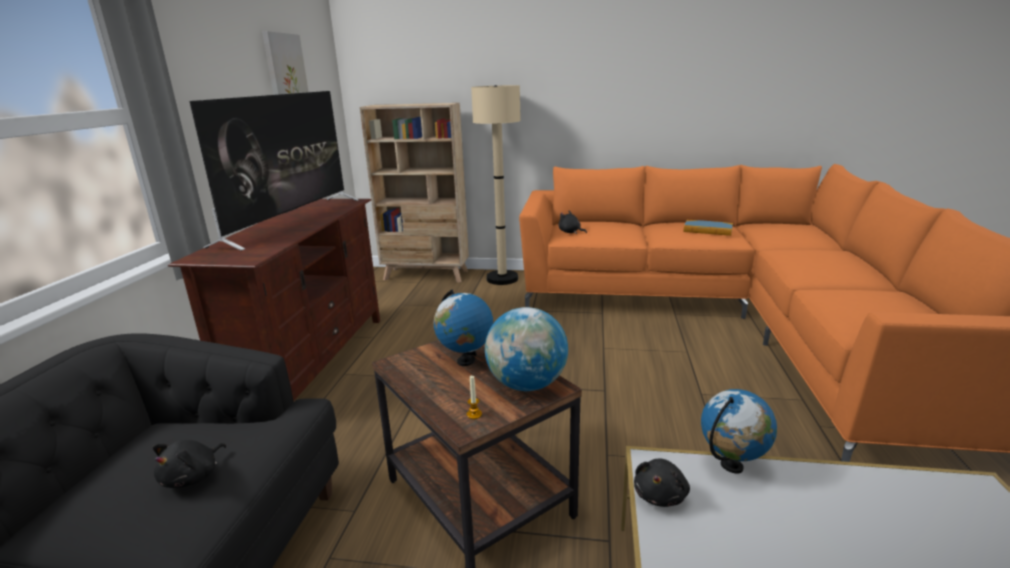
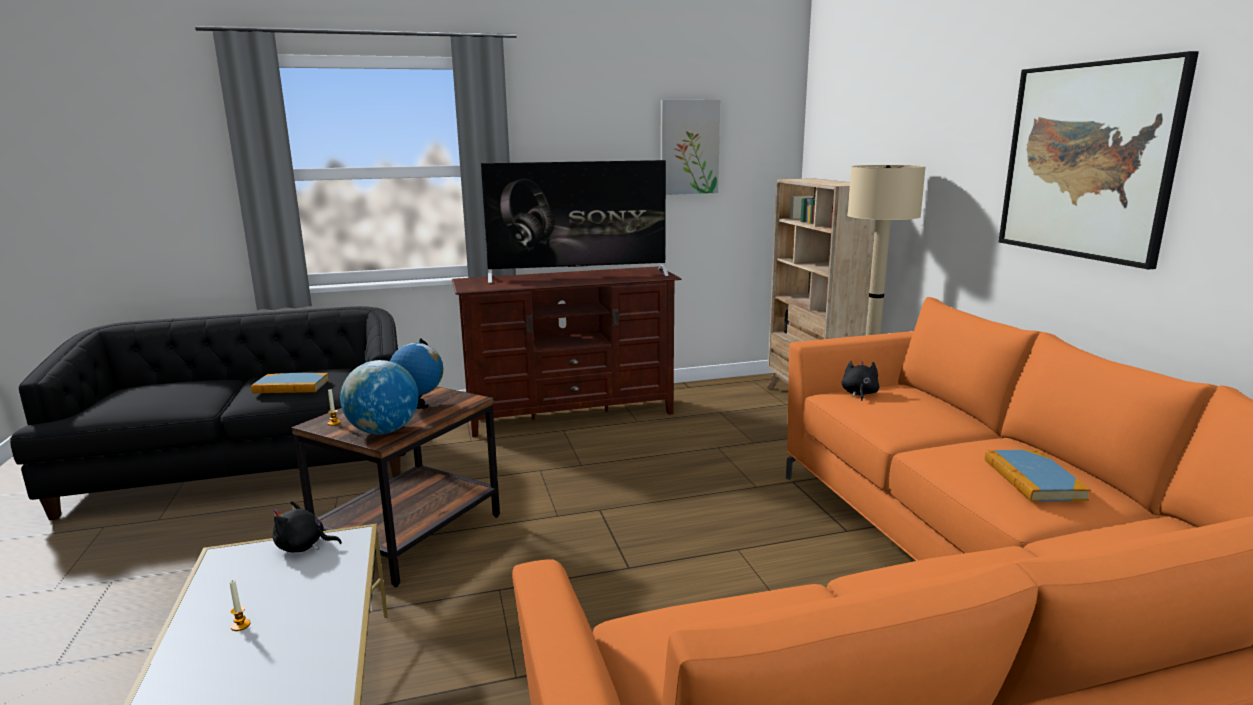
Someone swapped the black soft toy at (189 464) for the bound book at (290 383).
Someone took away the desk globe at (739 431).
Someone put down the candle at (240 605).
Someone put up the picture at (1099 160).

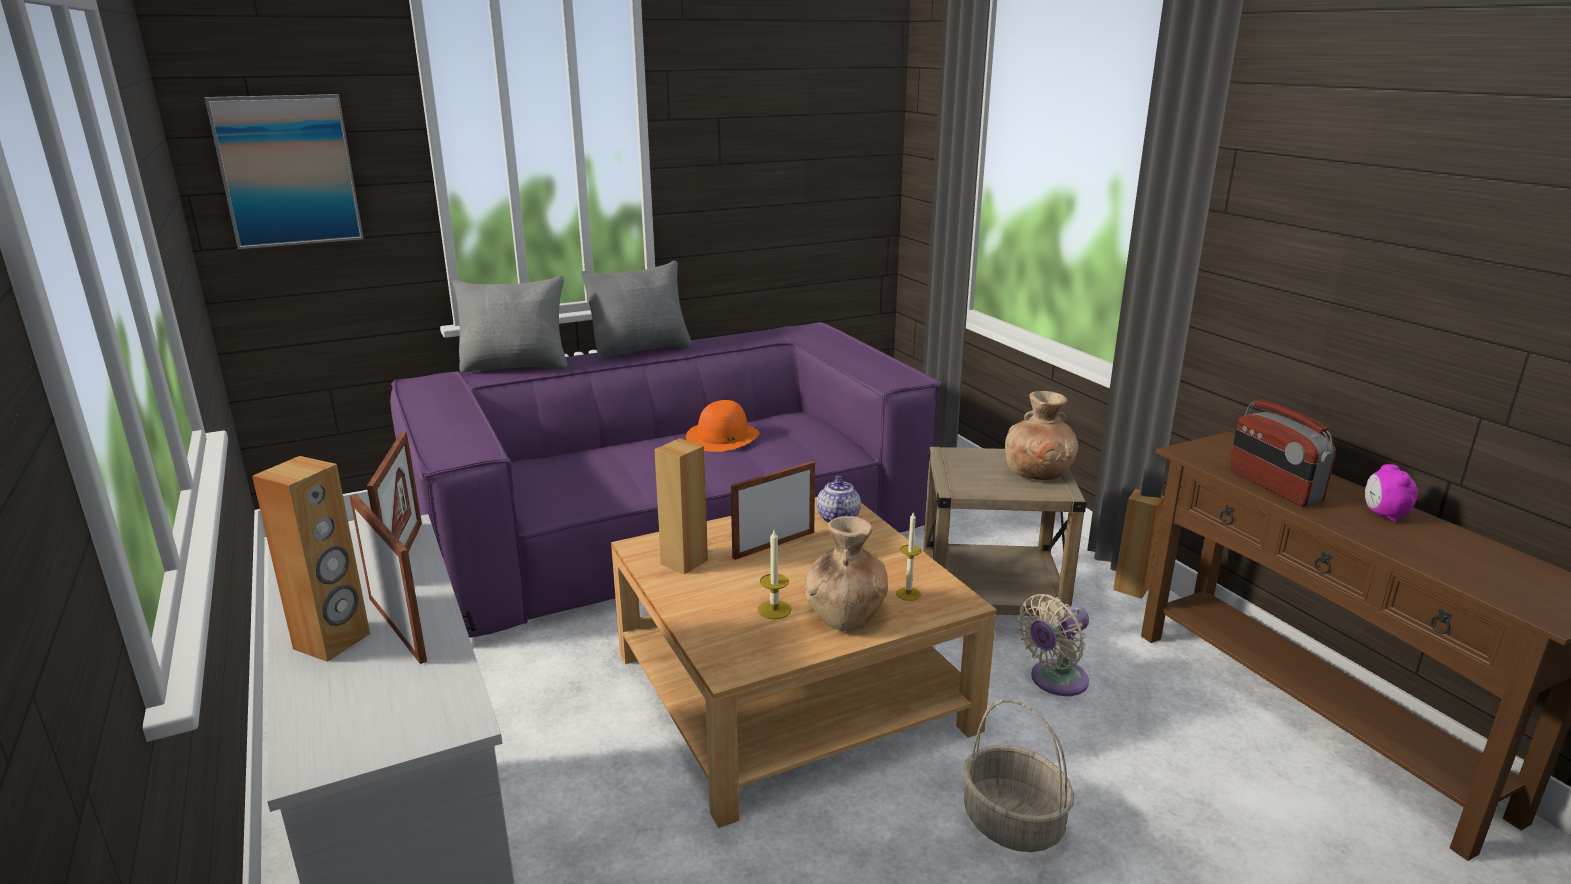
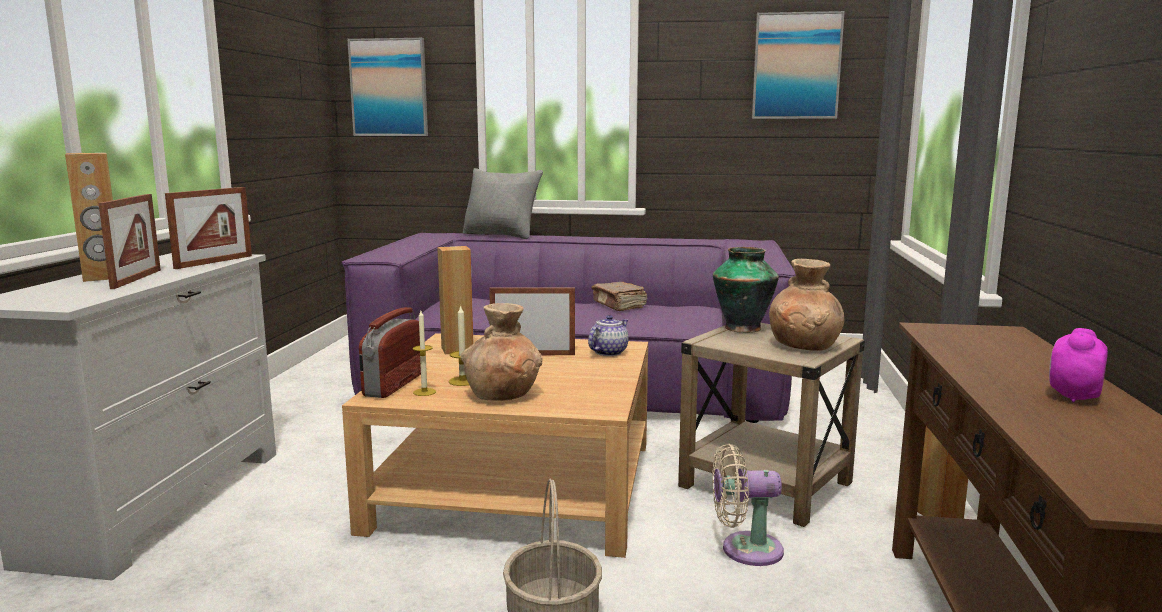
Someone took away the gray pillow at (636 309).
Someone swapped the orangey wearable hat at (722 426) for the brownish bound book at (619 296).
Someone carried the candle from (909 556) to (424 353).
Someone carried the radio receiver from (1282 453) to (390 352).
Someone put down the vase at (746 290).
Someone put up the picture at (798 65).

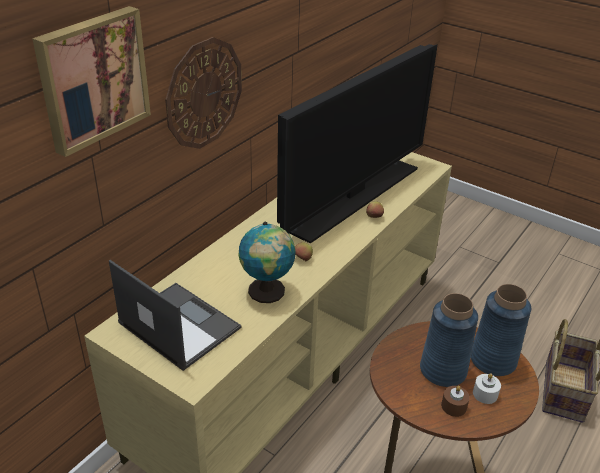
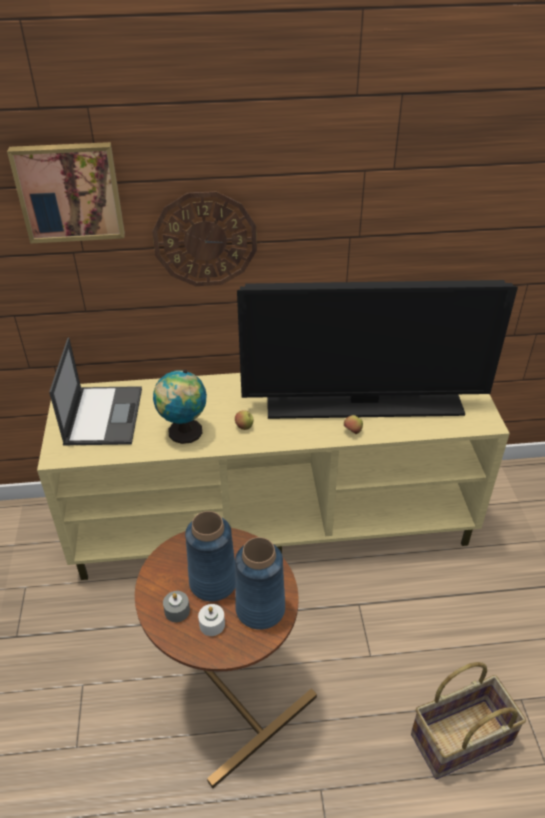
Someone repainted the brownish candle at (455 401), which became the gray candle at (176 606).

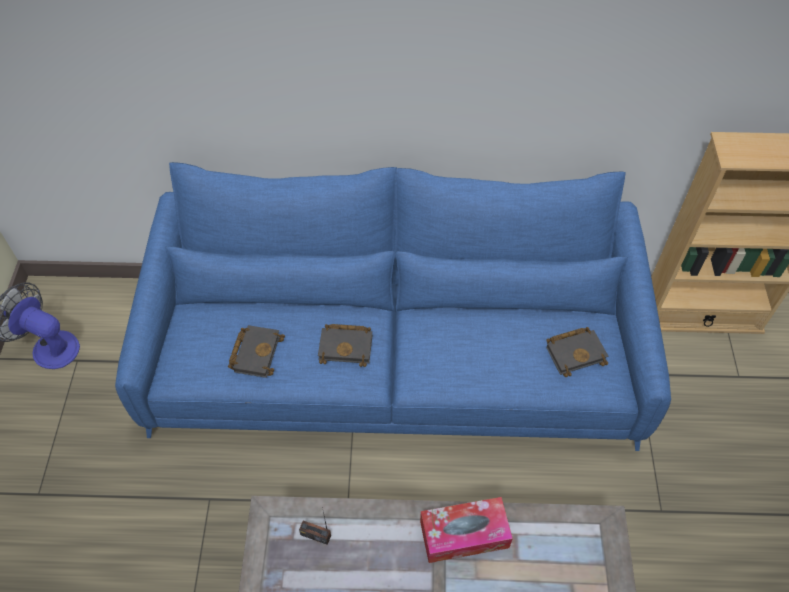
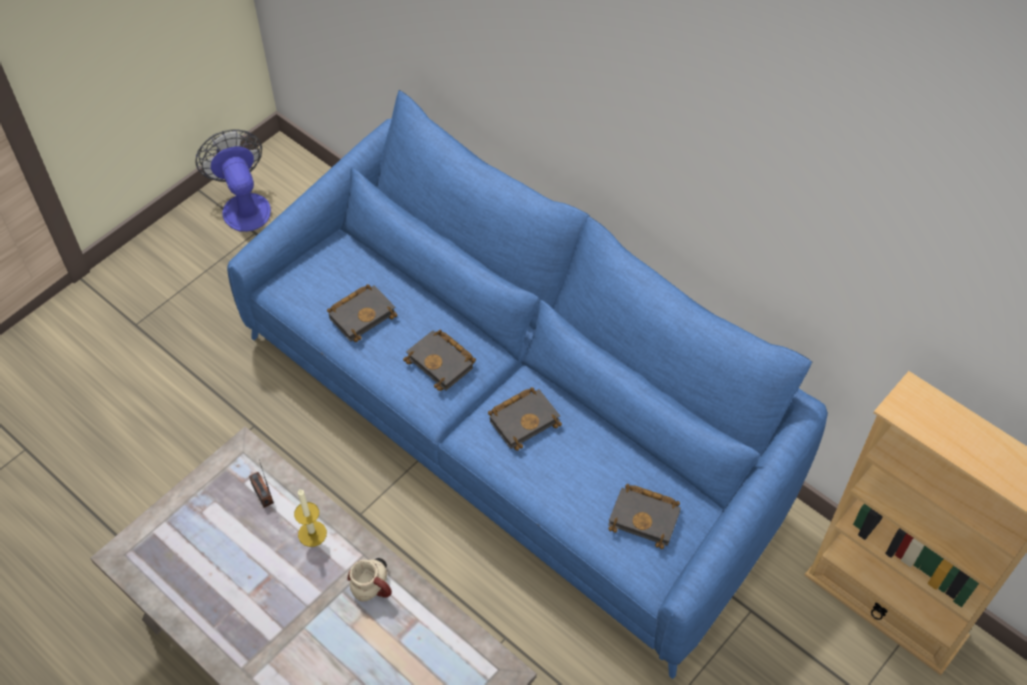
Someone swapped the box of tissues at (466 530) for the coffee mug at (369 580).
Someone put down the candle at (310 518).
Someone put down the black bound book at (525 419).

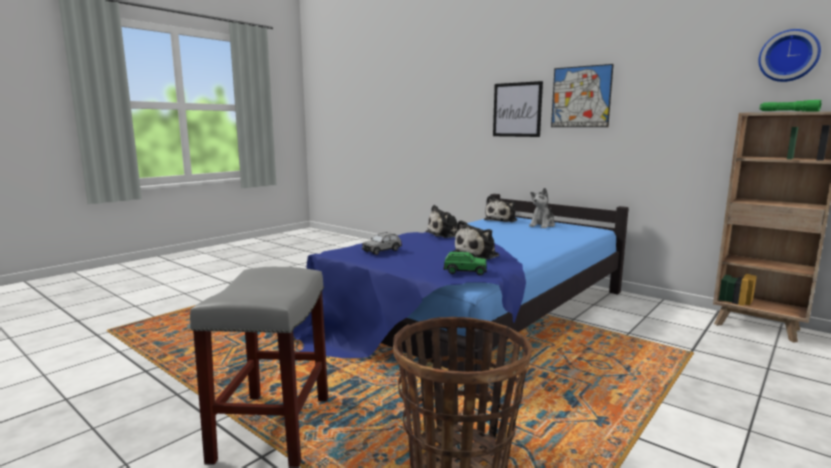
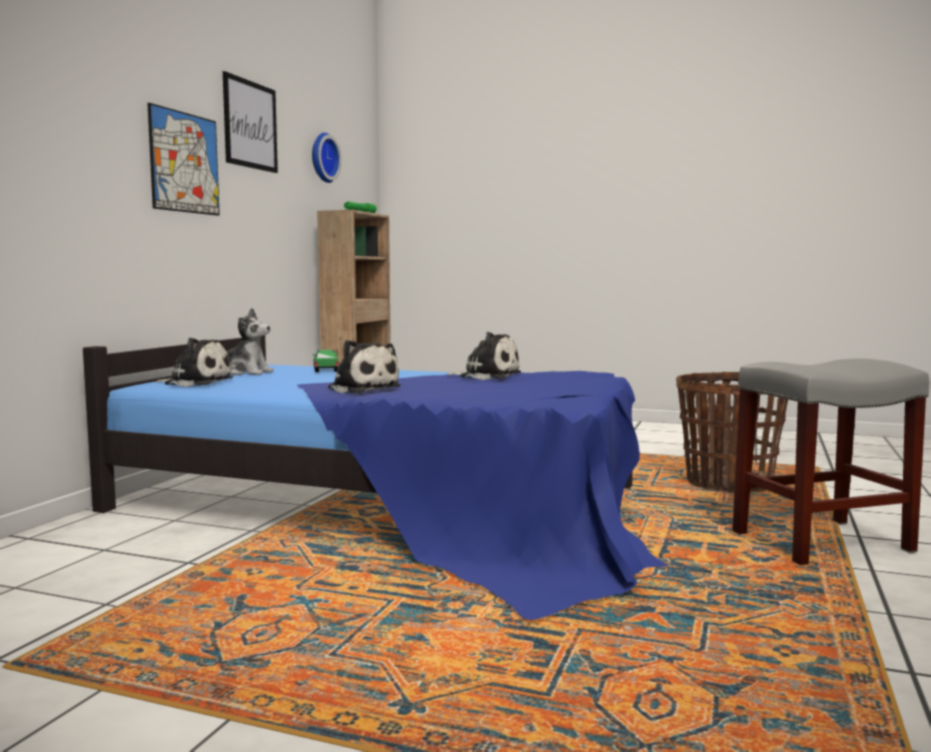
Someone took away the gray miniature car at (382 243).
Someone carried the green-coloured miniature car from (465 263) to (326 360).
Someone carried the picture from (518 109) to (250 122).

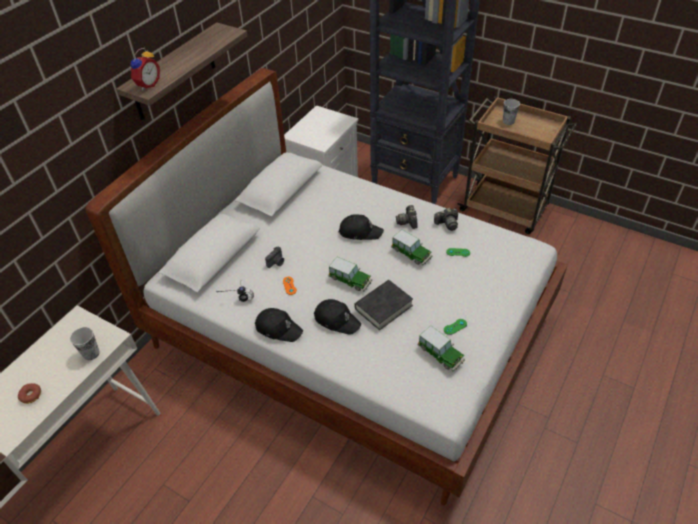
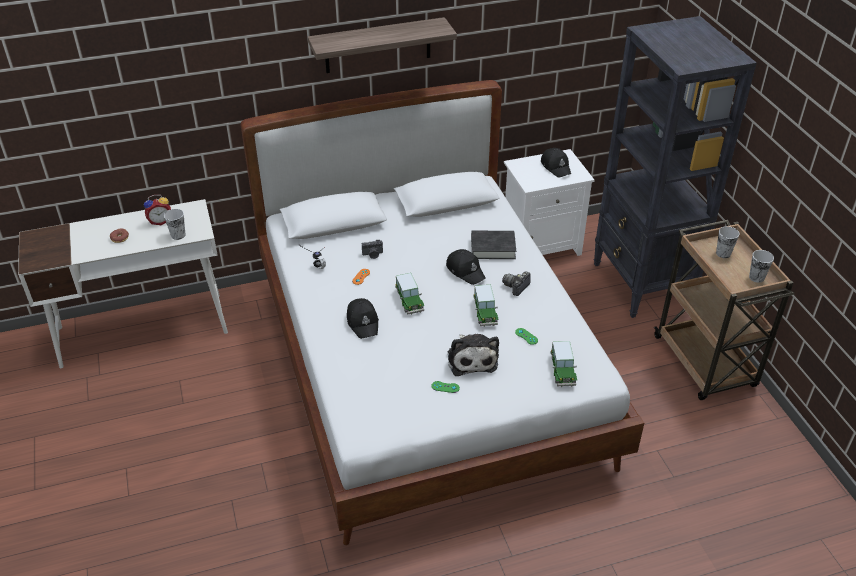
Someone carried the alarm clock from (145 69) to (157 210).
Someone carried the black cap from (279 325) to (556 163).
Someone carried the black bound book from (383 305) to (493 245).
Someone carried the miniature car from (441 348) to (563 364).
Someone took away the still camera at (446 219).
Someone put down the soft toy at (473 355).
Someone put down the small cup at (761 266).

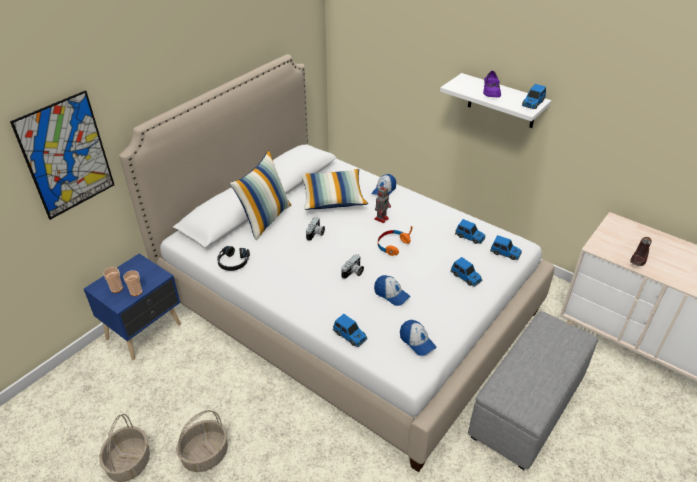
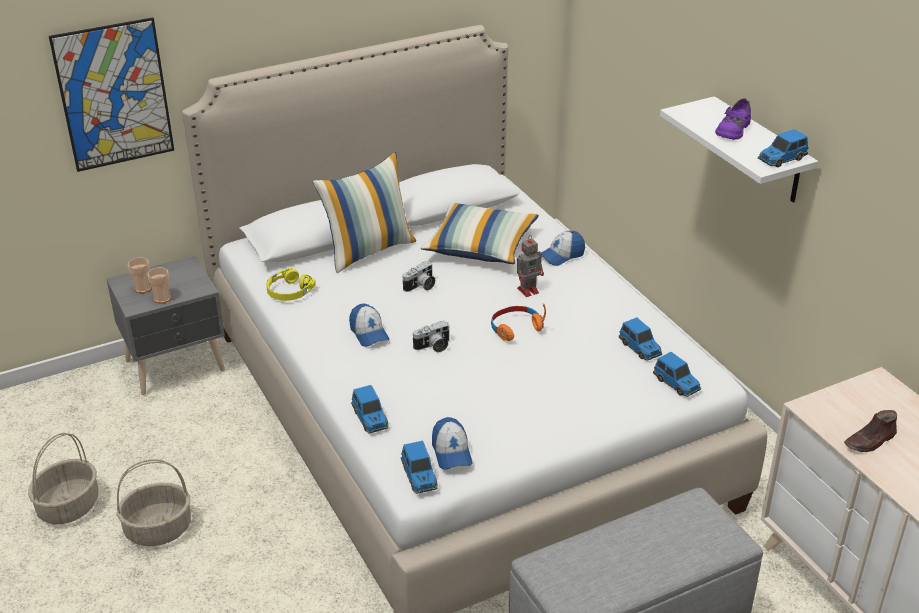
Someone repainted the blue bedside table at (132 307), which became the gray bedside table at (165 325).
Someone repainted the black pair of headphones at (233 258), which became the yellowish pair of headphones at (291 284).
Someone carried the cap from (392 290) to (369 325).
Someone carried the miniature car from (466 272) to (419 467).

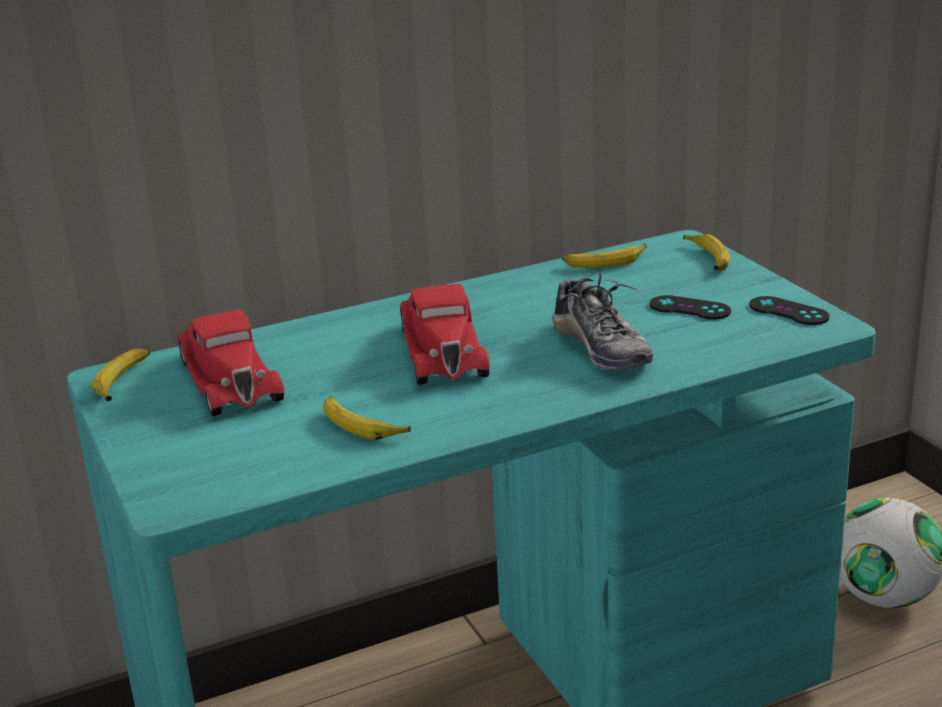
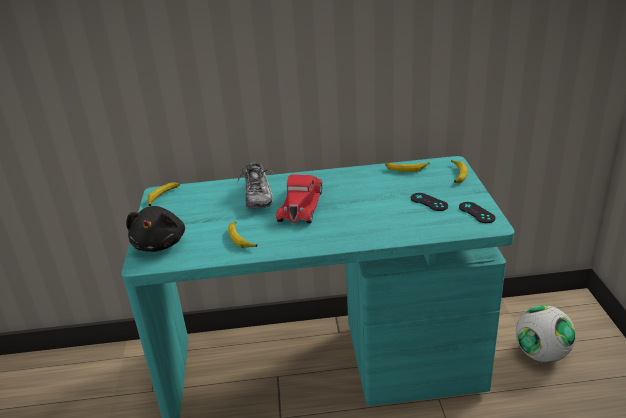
Someone took away the reddish miniature car at (231 363).
Someone carried the shoe from (603 321) to (256 184).
Someone put down the black soft toy at (155 229).

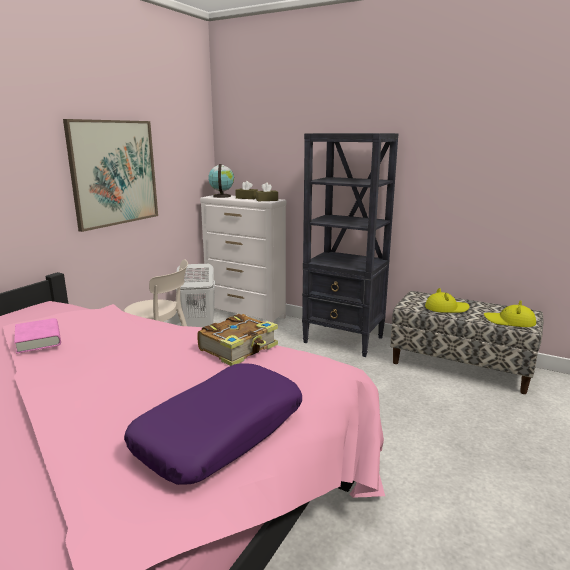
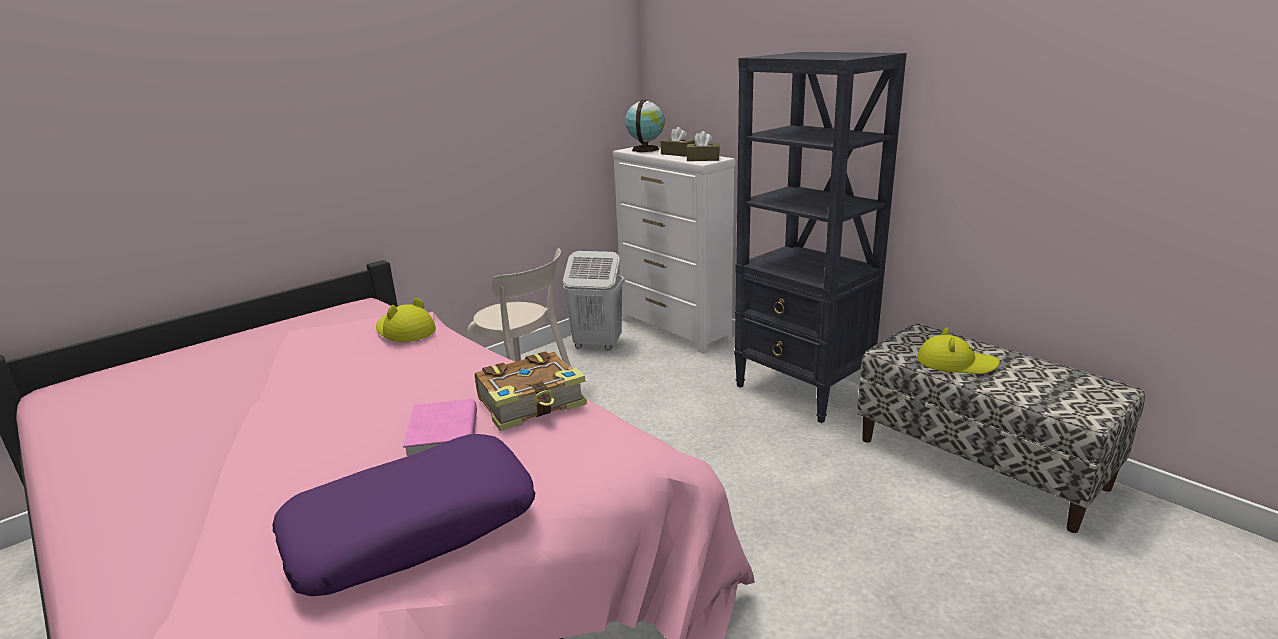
Someone carried the pinkish bound book from (37 335) to (440 428).
Someone took away the picture at (110 175).
Someone carried the yellowish wearable hat from (510 313) to (406 320).

